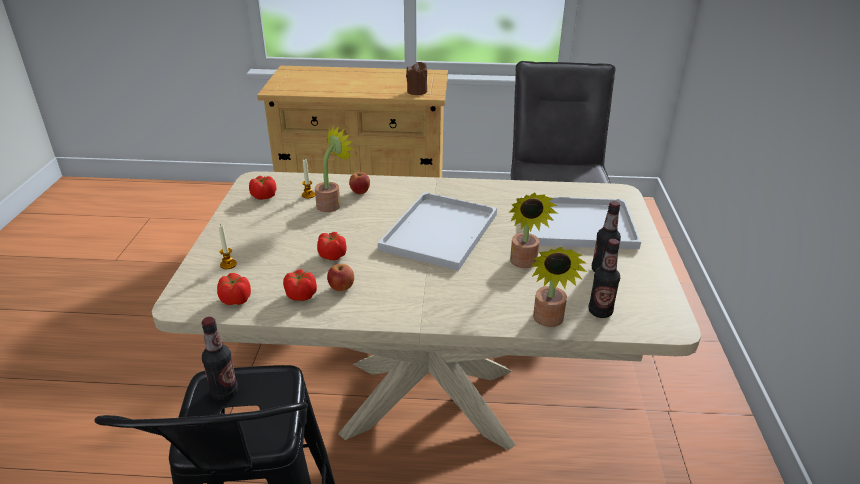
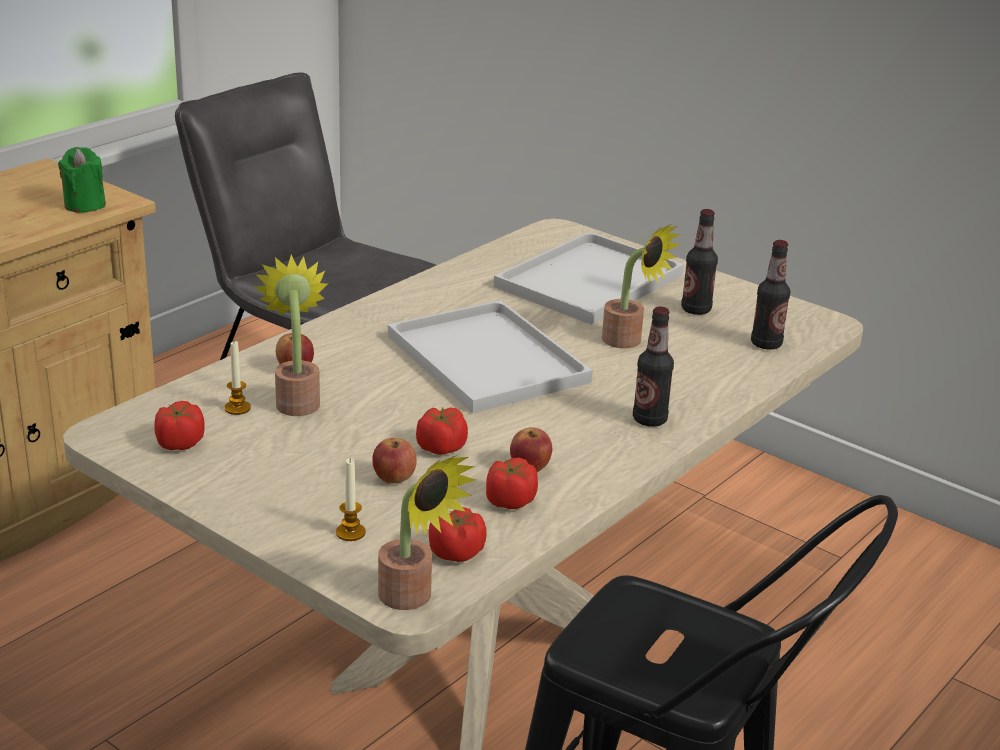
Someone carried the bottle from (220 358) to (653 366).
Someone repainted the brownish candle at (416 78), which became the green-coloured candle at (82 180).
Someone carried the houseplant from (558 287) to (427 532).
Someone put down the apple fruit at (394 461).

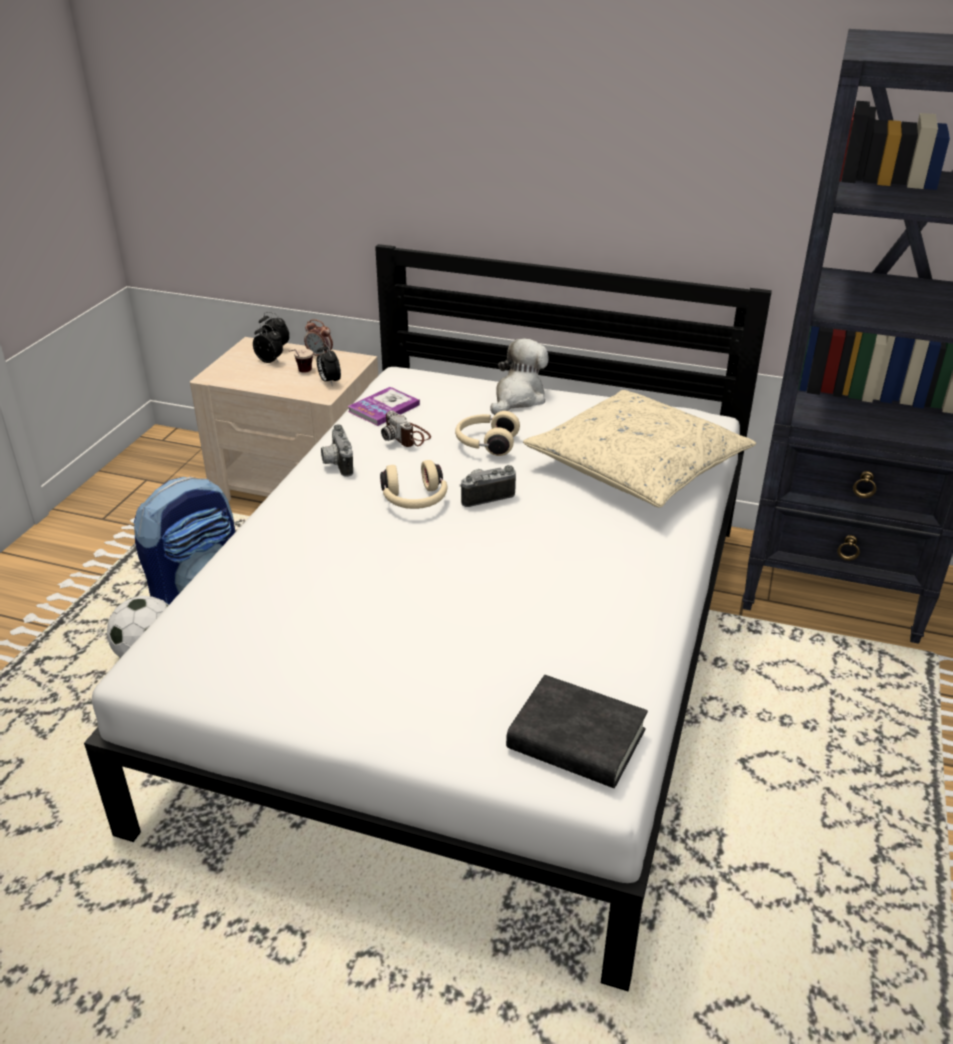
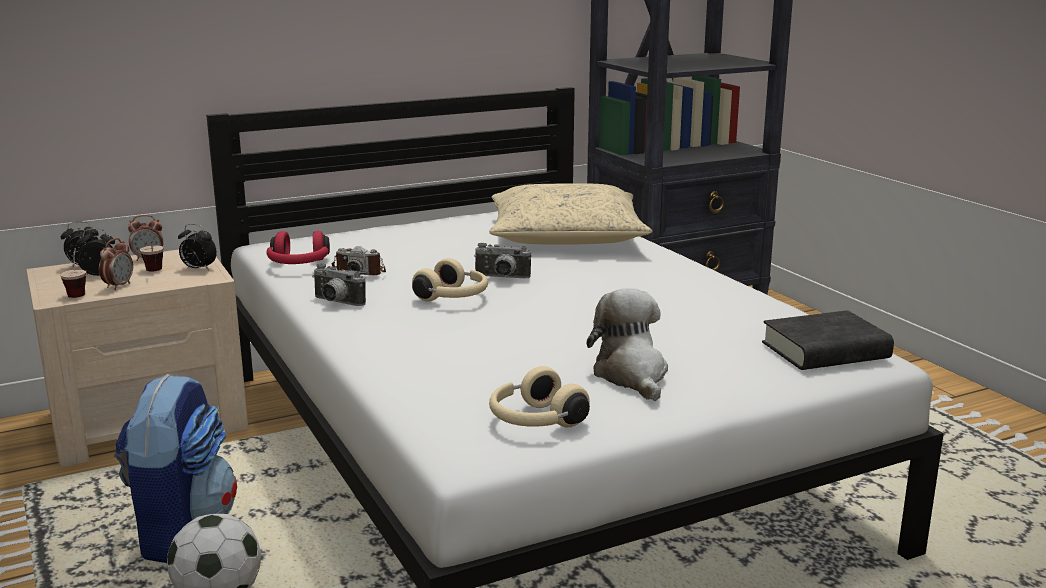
Someone swapped the bound book at (384 406) for the reddish pair of headphones at (298 247).
Someone carried the beige pair of headphones from (487 433) to (539 396).
Someone rotated the still camera at (487 486) by 105 degrees counterclockwise.
Someone carried the soft toy from (520 377) to (627 344).
Someone put down the small cup at (73 273).
Someone put down the alarm clock at (116 264).

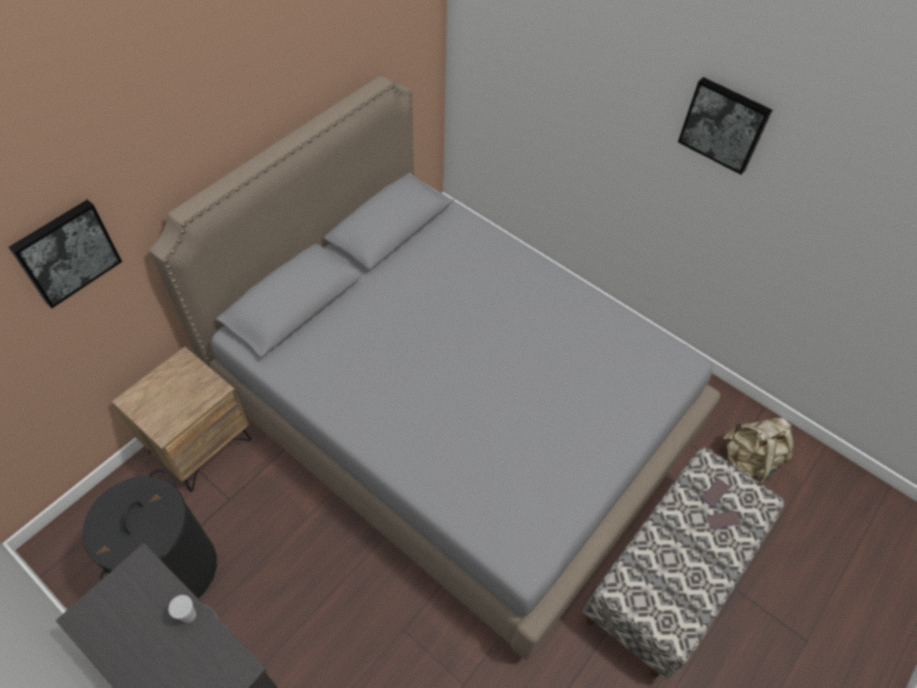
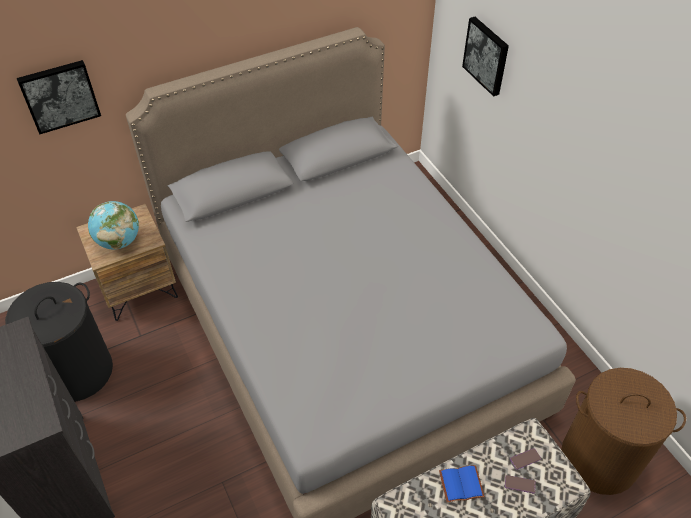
Someone took away the whitish small cup at (182 609).
Someone carried the picture from (725 126) to (485 57).
Someone swapped the beige backpack at (758 450) for the brownish washing basket at (623 431).
Someone put down the desk globe at (113 225).
Someone put down the blue bound book at (462 484).

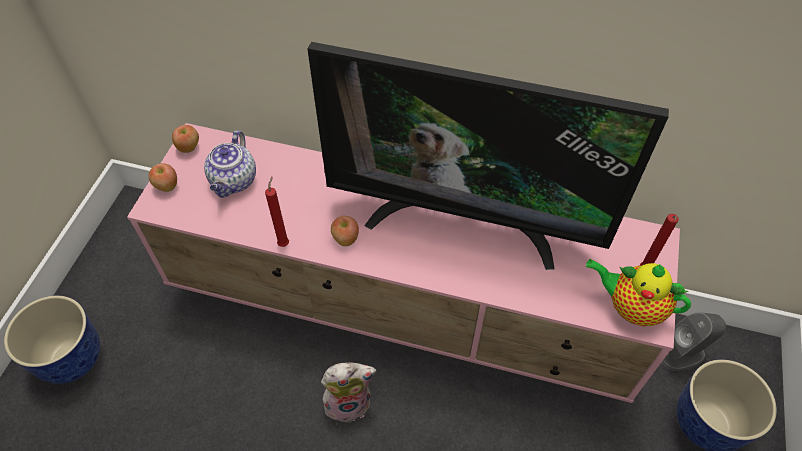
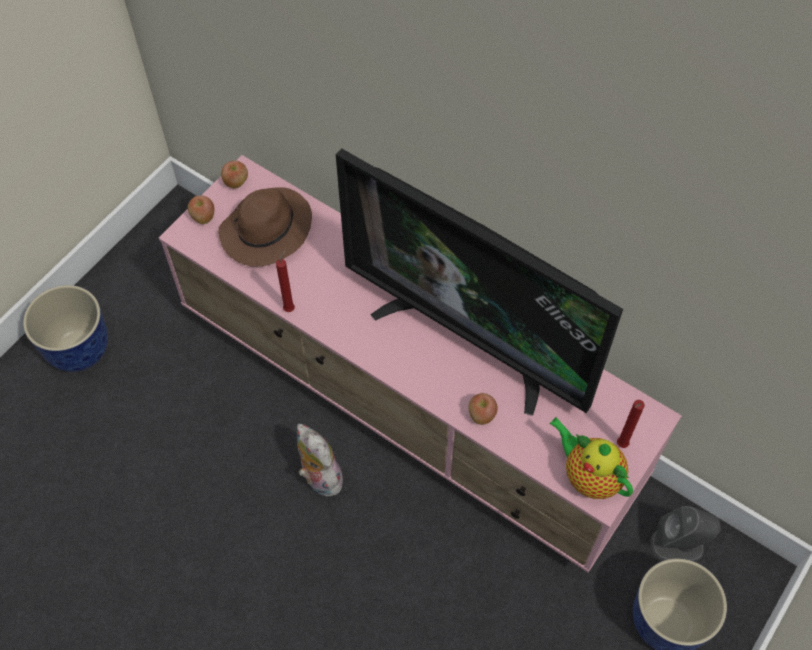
Someone swapped the pot for tea at (230 164) for the brownish wearable hat at (265 227).
Someone rotated the soft toy at (349 392) by 135 degrees counterclockwise.
Someone carried the apple fruit from (345 231) to (483 409).

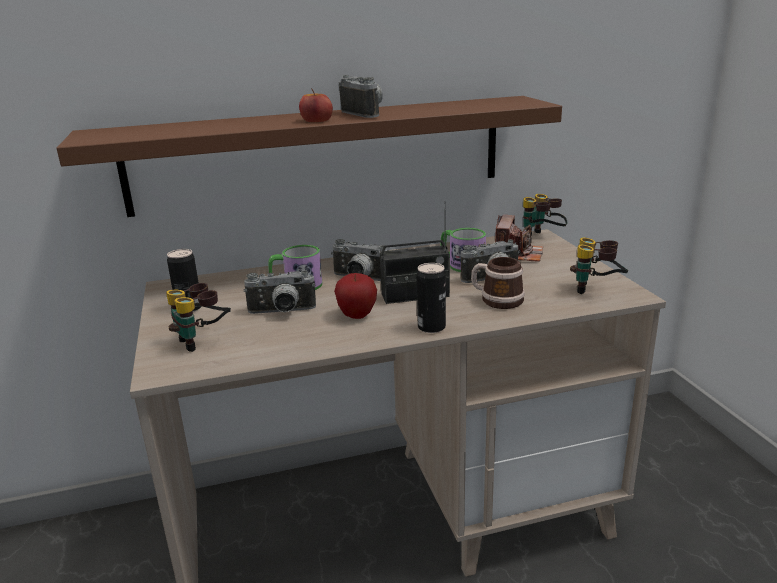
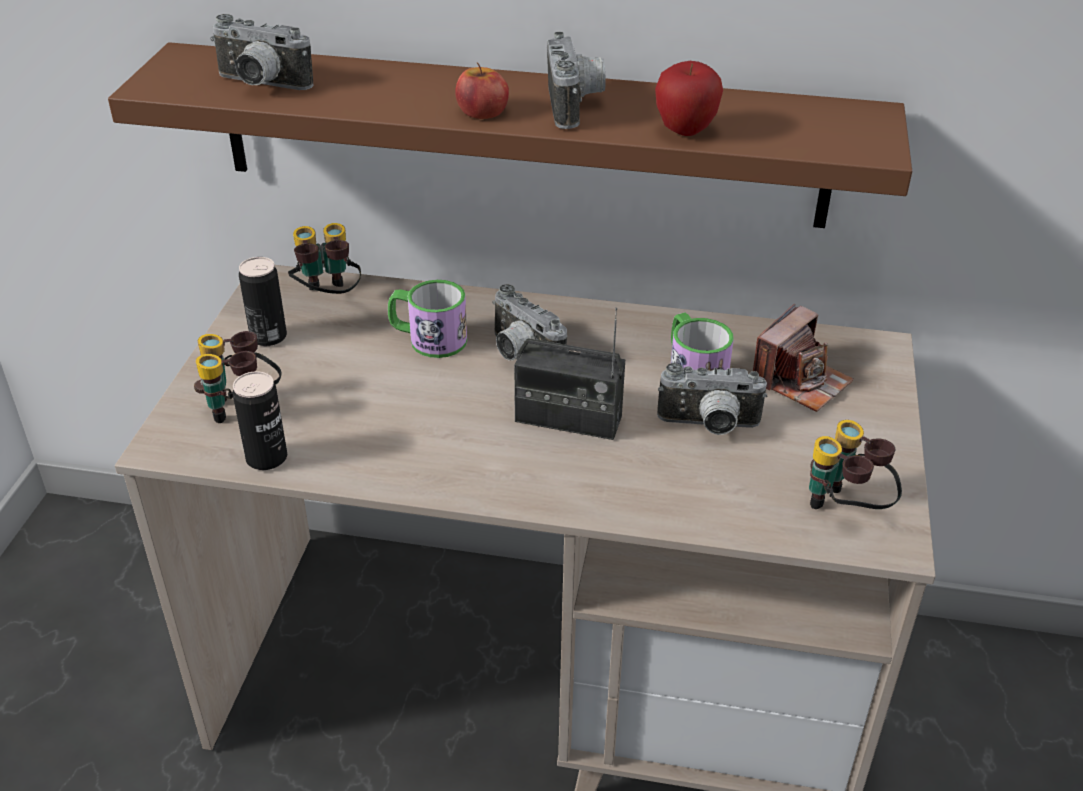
Someone carried the still camera from (280 292) to (262 52).
Someone carried the apple fruit from (355 296) to (689 98).
Someone carried the metal can from (431 298) to (259 420).
Someone took away the coffee mug at (498 283).
Someone carried the pair of binoculars from (545 215) to (324 258).

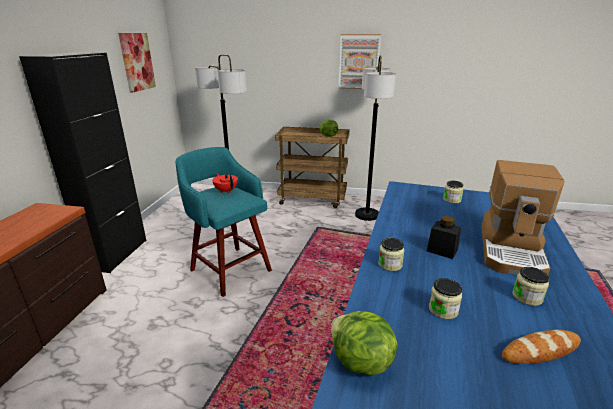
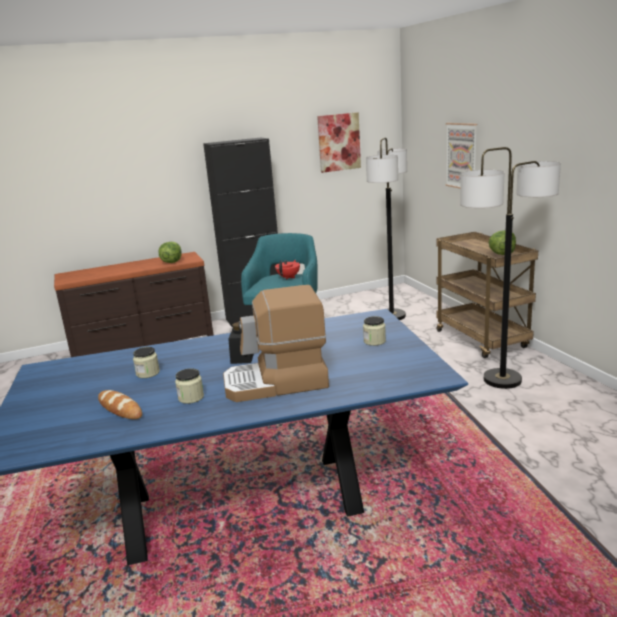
Someone carried the head of lettuce from (364 343) to (170 252).
Someone carried the picture from (360 61) to (461 156).
Someone took away the preserve jar at (391 254).

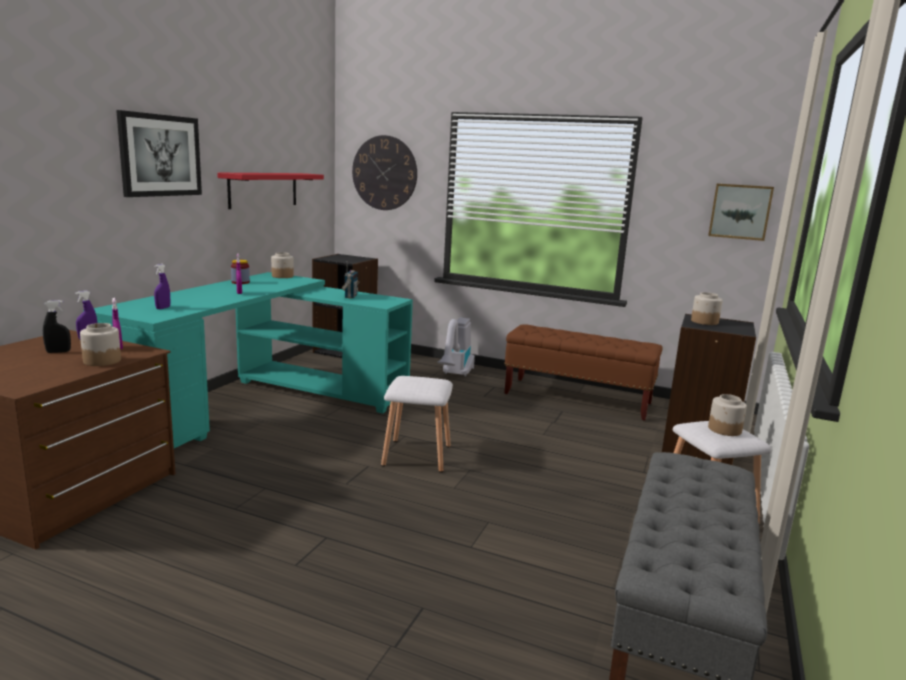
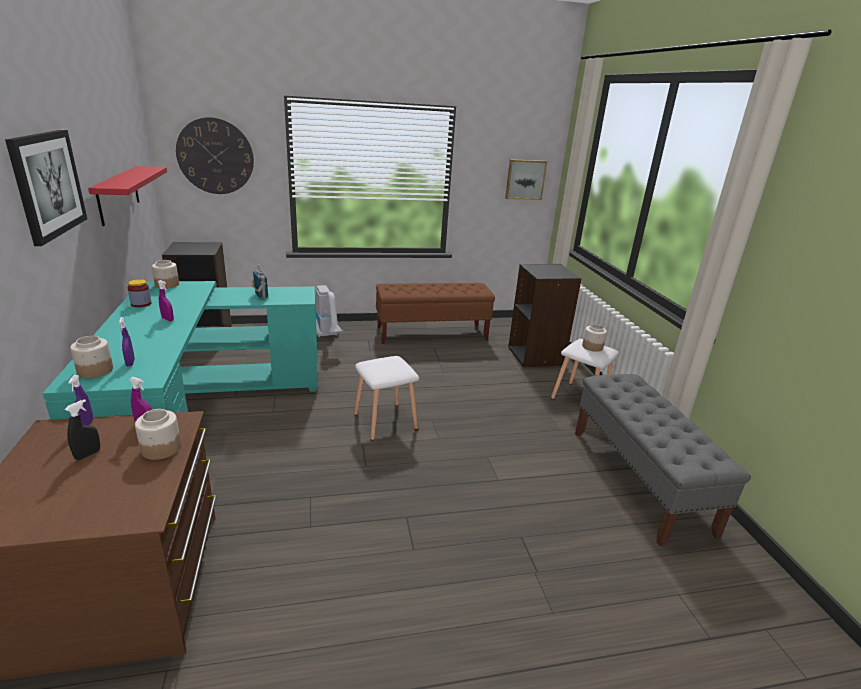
Someone carried the preserve jar from (707 308) to (91 357).

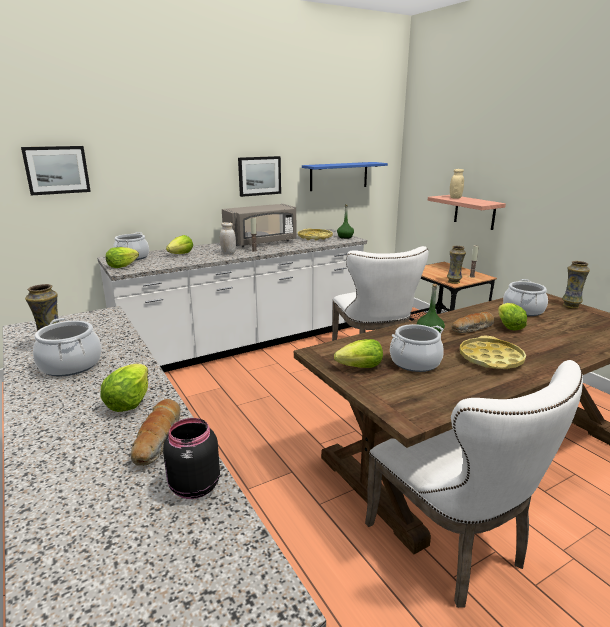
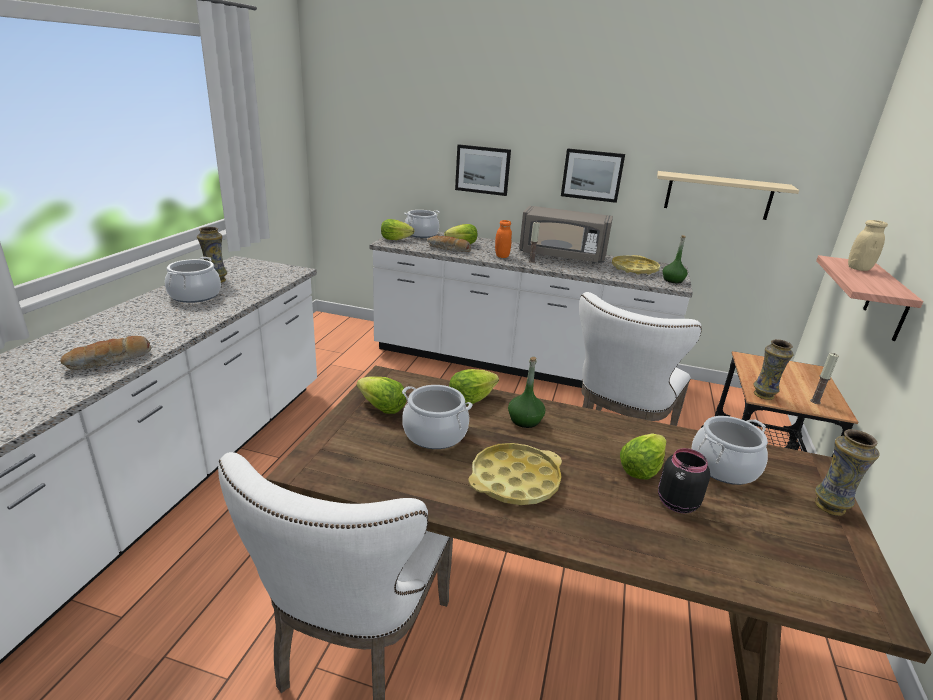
Someone carried the picture from (56 171) to (483 170).
Someone carried the head of lettuce from (124 388) to (474 387).
Someone carried the black preserve jar from (191 458) to (684 480).
Someone repainted the whitish preserve jar at (228 238), which became the orangey preserve jar at (503 239).
Someone repainted the blue bracket shelf at (345 176), which became the beige bracket shelf at (728 195).
Someone carried the bread from (473 322) to (449 244).

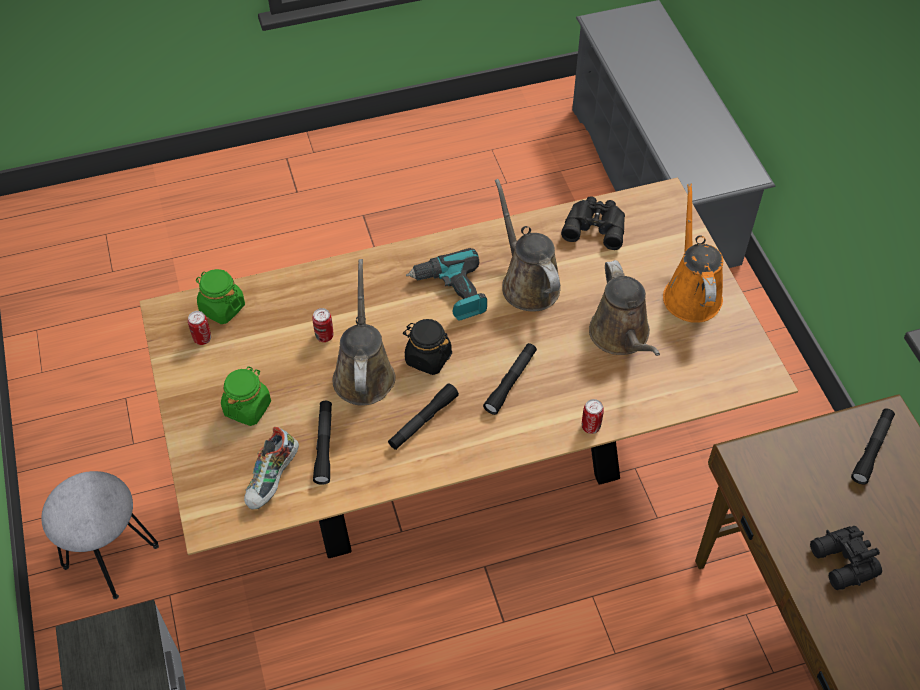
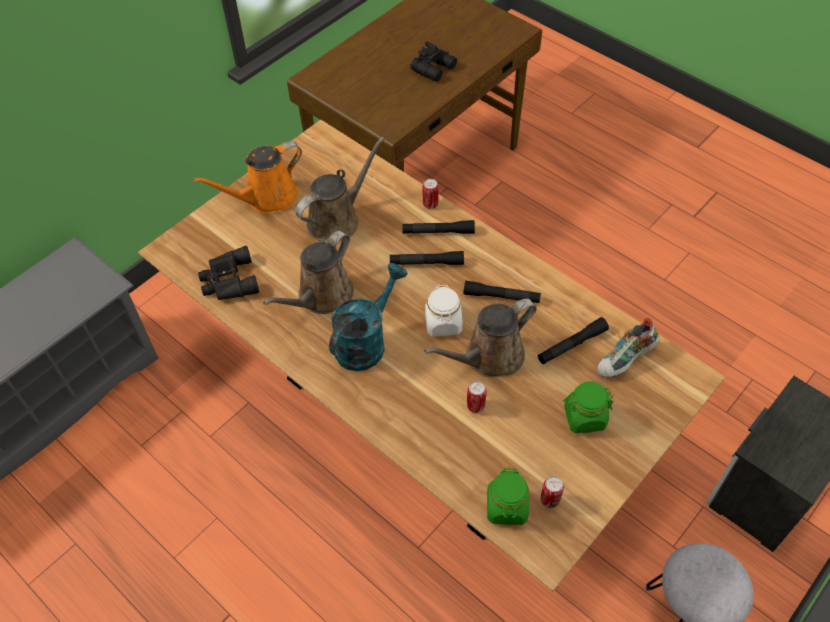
Someone rotated the shoe at (271 468) by 150 degrees clockwise.
Someone repainted the black preserve jar at (427 347), which became the whitish preserve jar at (443 310).
Someone swapped the drill at (446 284) for the turquoise-coloured sprinkling can at (368 317).
Someone carried the black torch from (873 446) to (438 227).

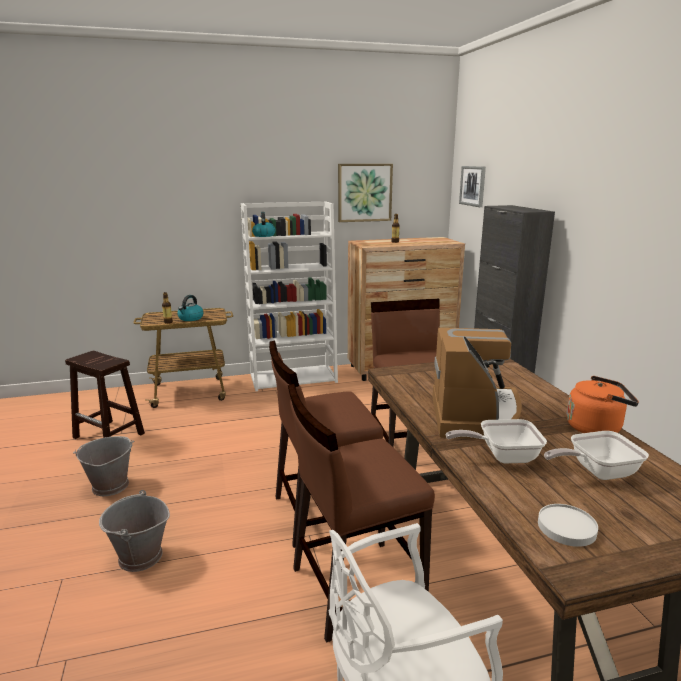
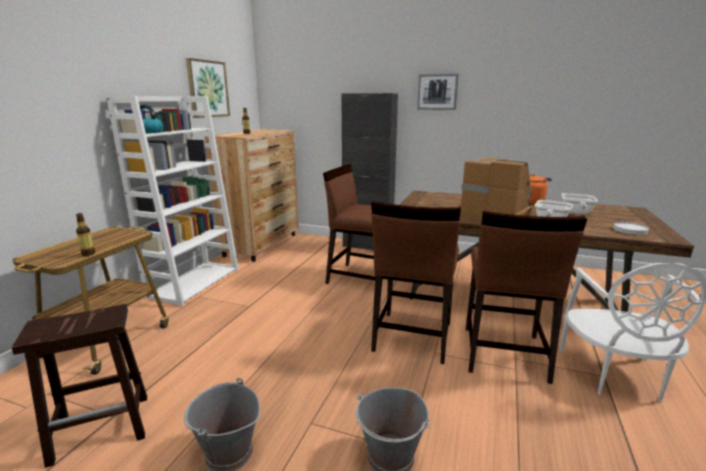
Someone took away the water kettle at (190 308).
Someone carried the picture from (472 186) to (438 91).

